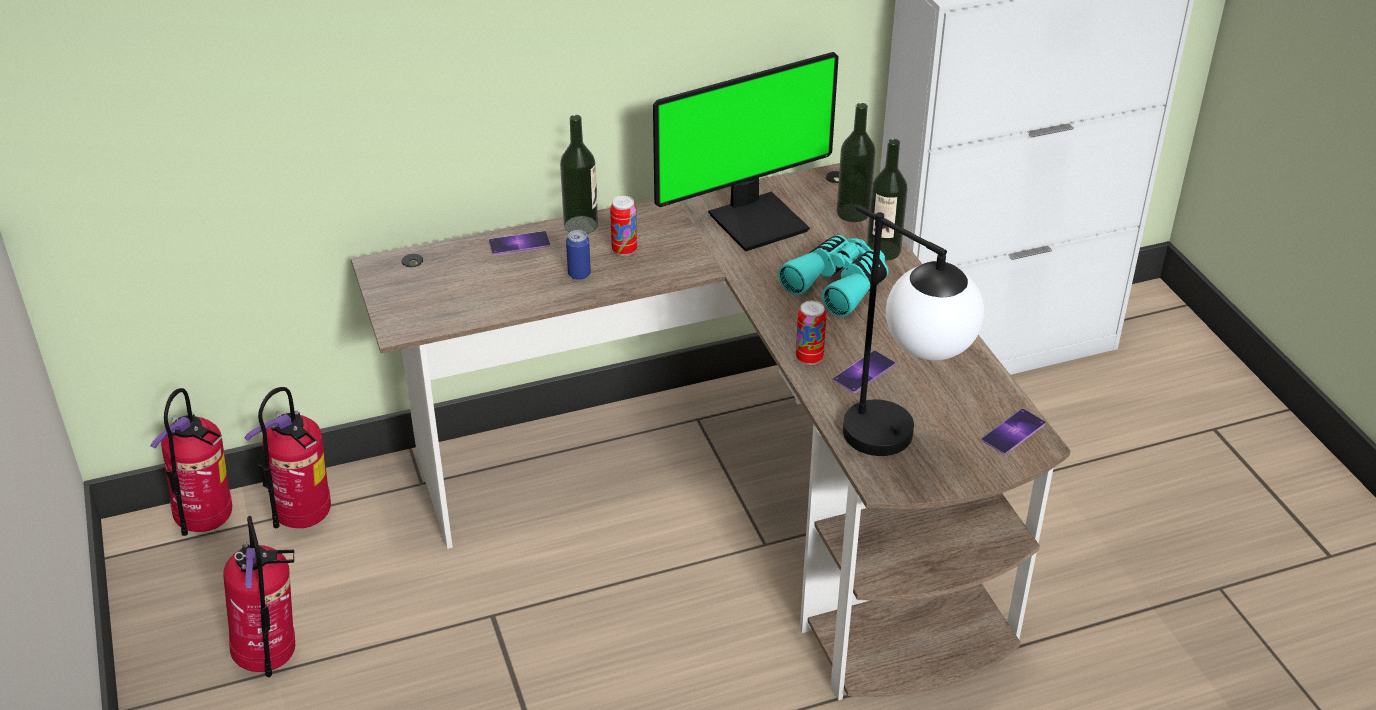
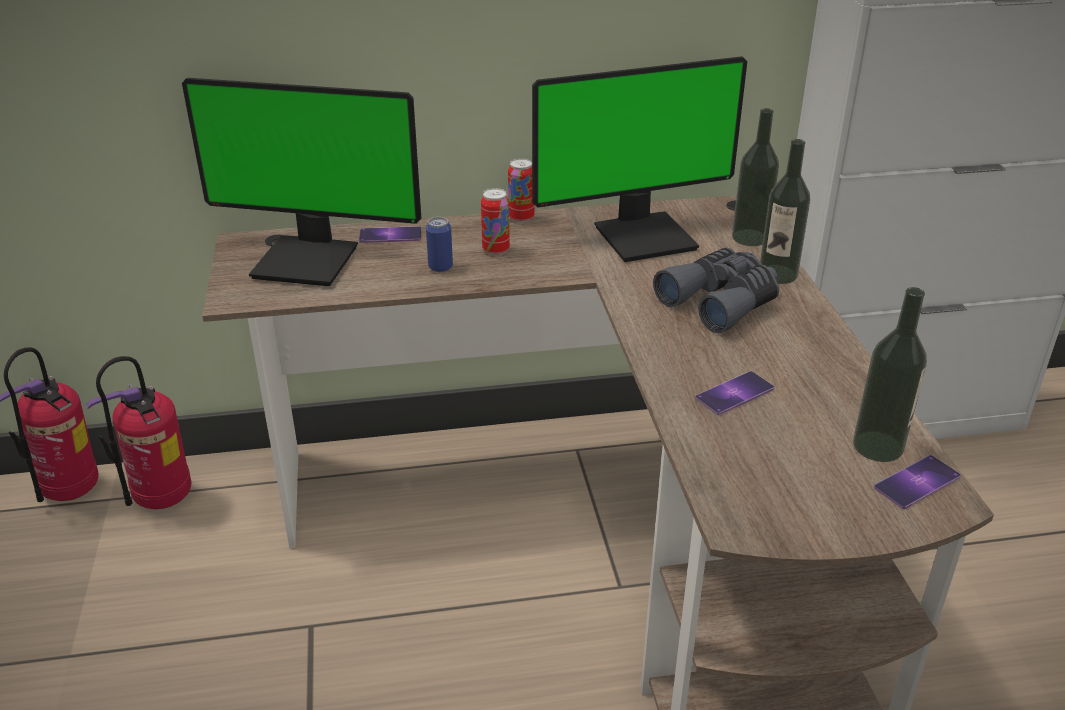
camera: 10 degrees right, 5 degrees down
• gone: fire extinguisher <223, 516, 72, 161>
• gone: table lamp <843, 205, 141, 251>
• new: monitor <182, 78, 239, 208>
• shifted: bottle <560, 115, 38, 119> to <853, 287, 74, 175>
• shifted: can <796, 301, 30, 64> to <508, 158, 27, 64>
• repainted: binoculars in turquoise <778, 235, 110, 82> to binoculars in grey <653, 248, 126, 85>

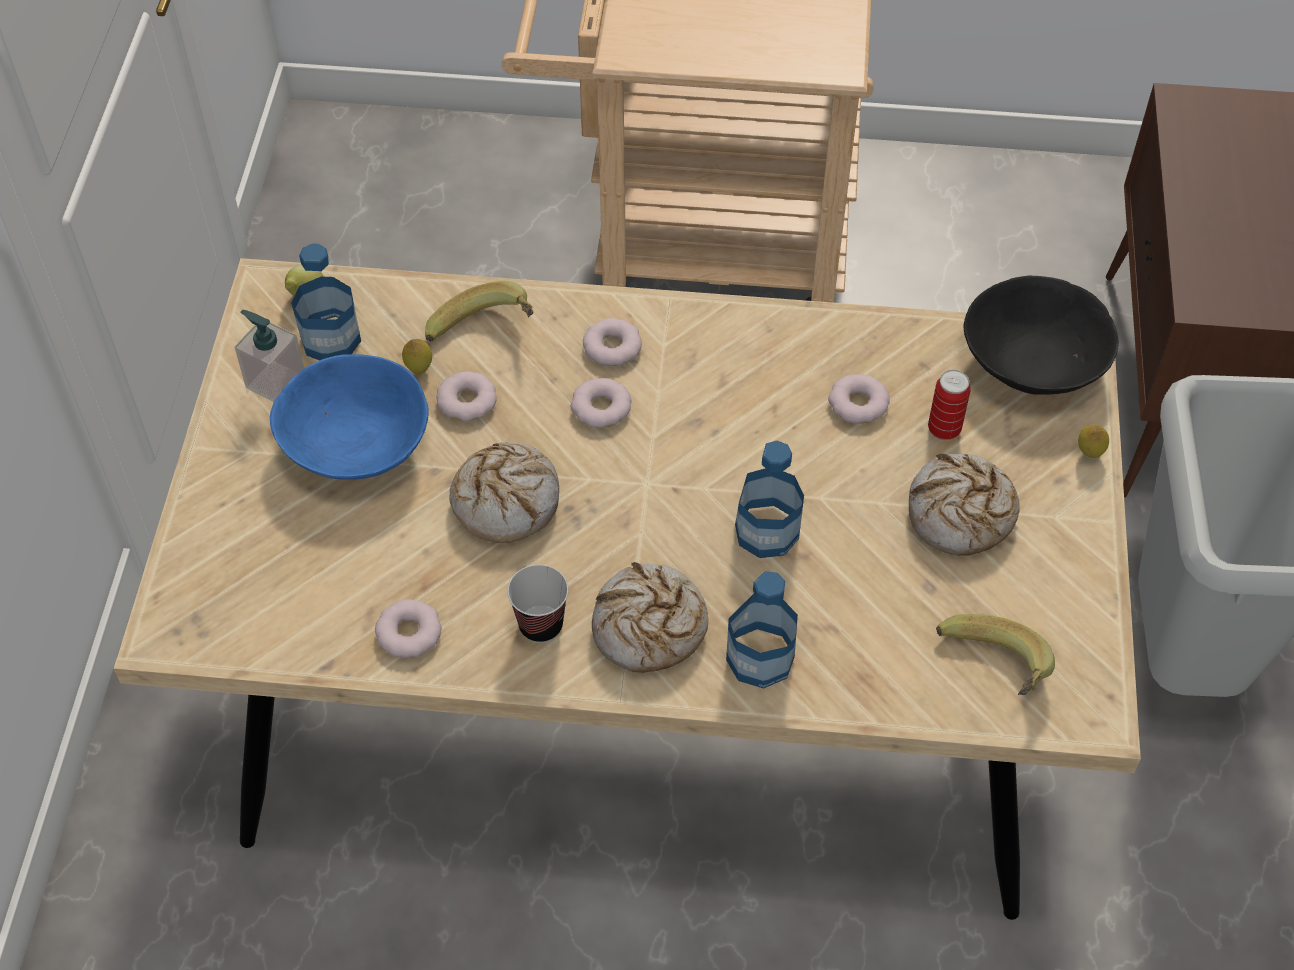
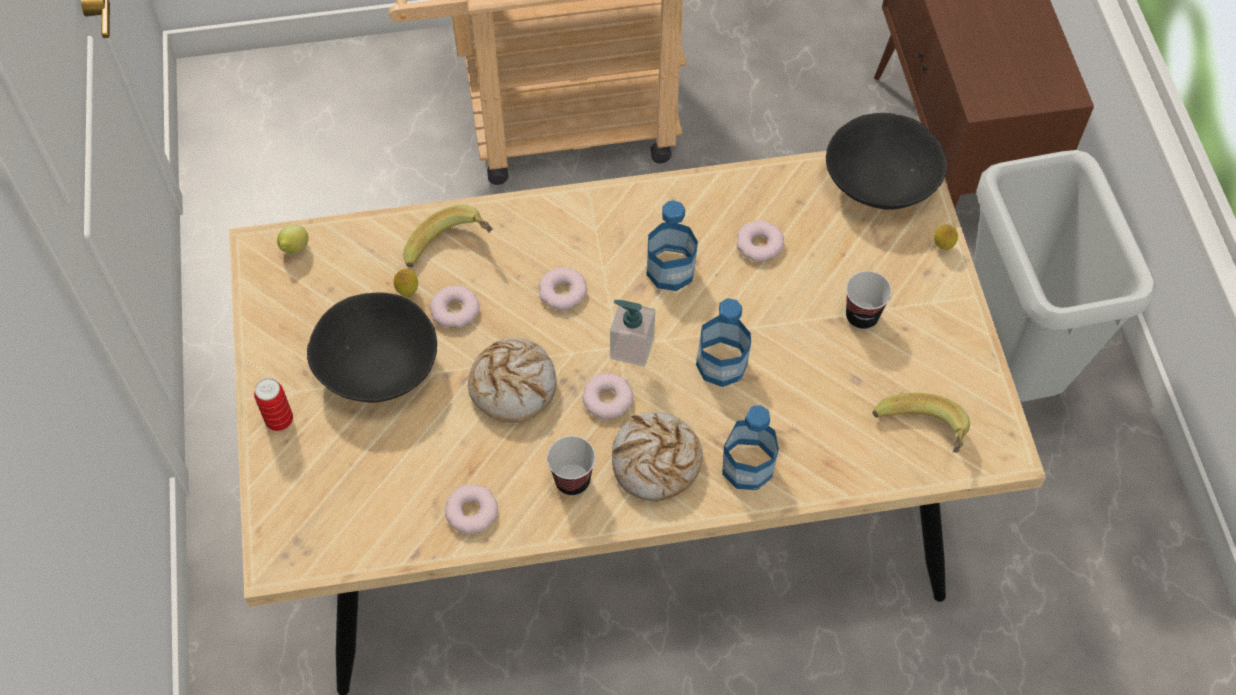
camera: 15 degrees left, 5 degrees up
• shifted: soap dispenser <235, 310, 69, 92> to <610, 300, 45, 67>
• shifted: bottle <291, 244, 70, 117> to <647, 200, 51, 91>
• shifted: donut <583, 318, 59, 48> to <582, 373, 51, 46>
• shifted: can <928, 370, 43, 70> to <254, 378, 39, 53>
• swapped: bread <909, 453, 111, 103> to cup <846, 271, 46, 59>
• repainted: bowl in blue <270, 354, 159, 126> to bowl in black <307, 292, 130, 111>

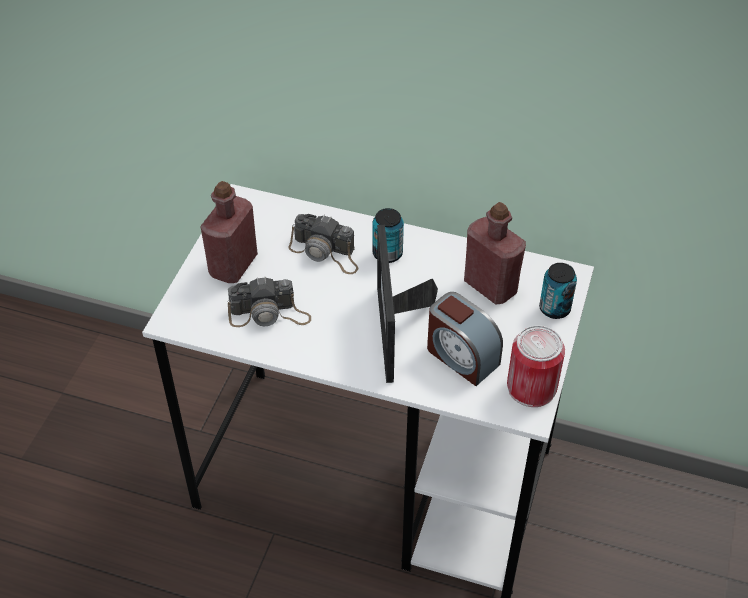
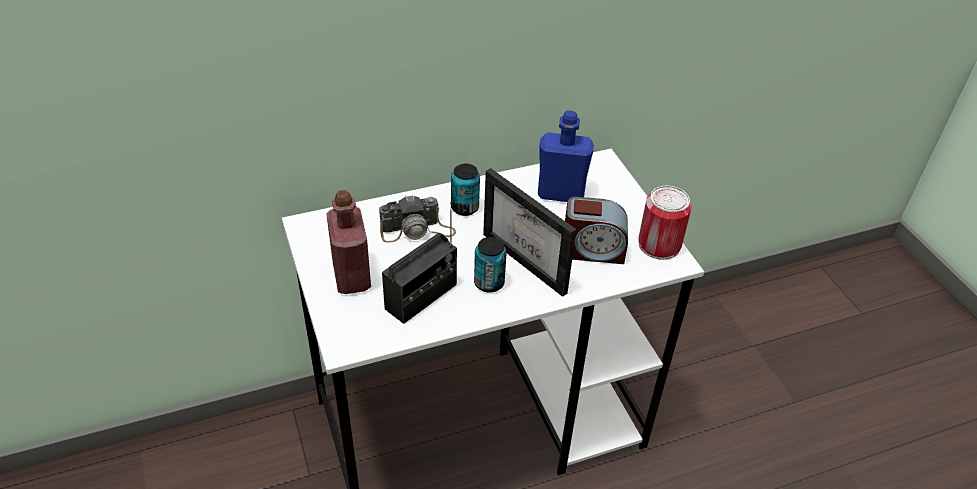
camera: 40 degrees left, 5 degrees down
• shifted: can <539, 263, 38, 56> to <474, 237, 33, 56>
• swapped: photo camera <227, 276, 84, 51> to radio <382, 202, 75, 122>
• repainted: bottle in red <464, 202, 62, 103> to bottle in blue <538, 110, 56, 92>

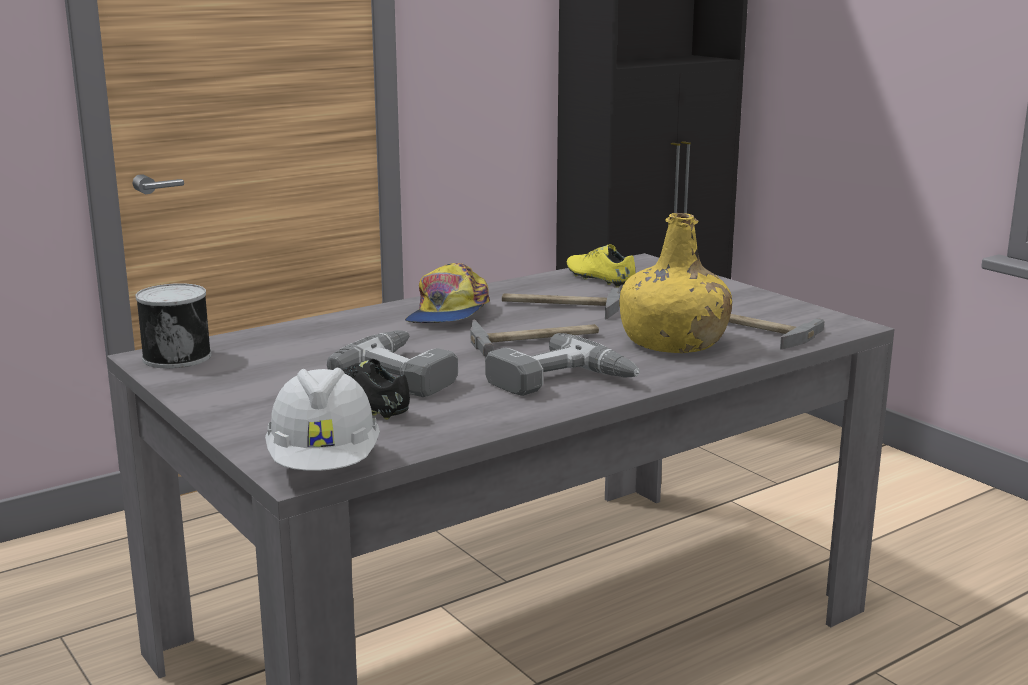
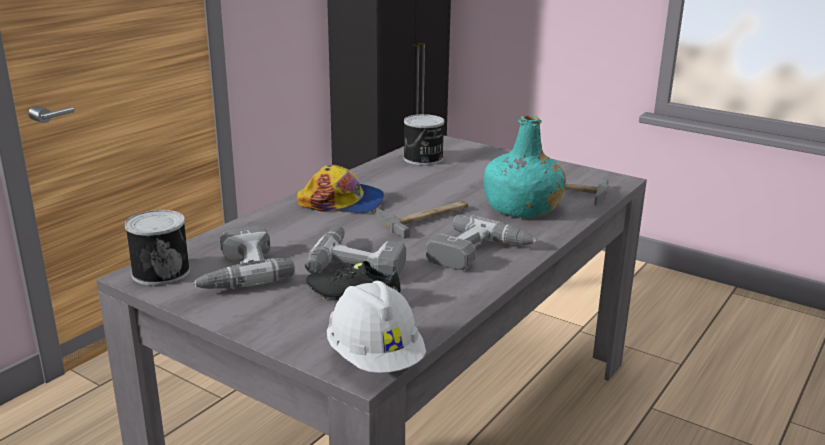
camera: 20 degrees left, 5 degrees up
• gone: hammer <502, 287, 118, 32>
• new: power drill <193, 226, 102, 63>
• swapped: shoe in yellow <567, 244, 68, 44> to can <403, 114, 41, 51>
• repainted: bottle in yellow <620, 213, 112, 140> to bottle in turquoise <484, 116, 82, 102>
• rotated: cap <405, 263, 85, 60> = <297, 165, 87, 49> 75 degrees counterclockwise

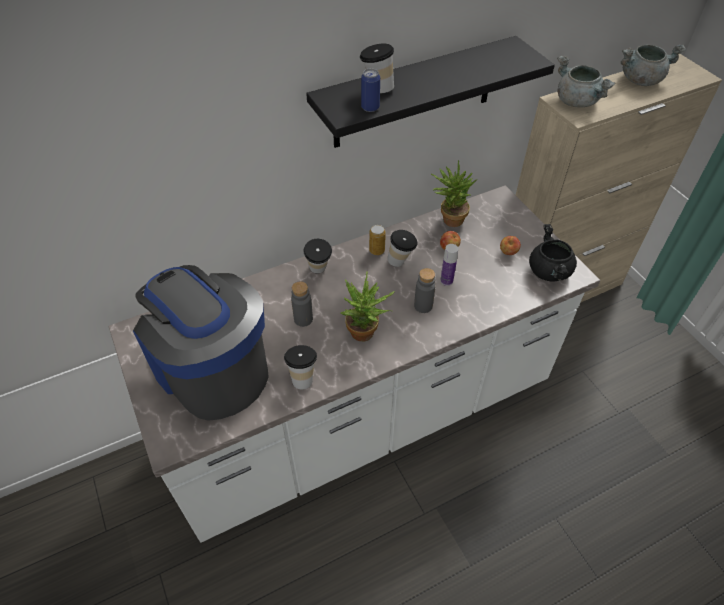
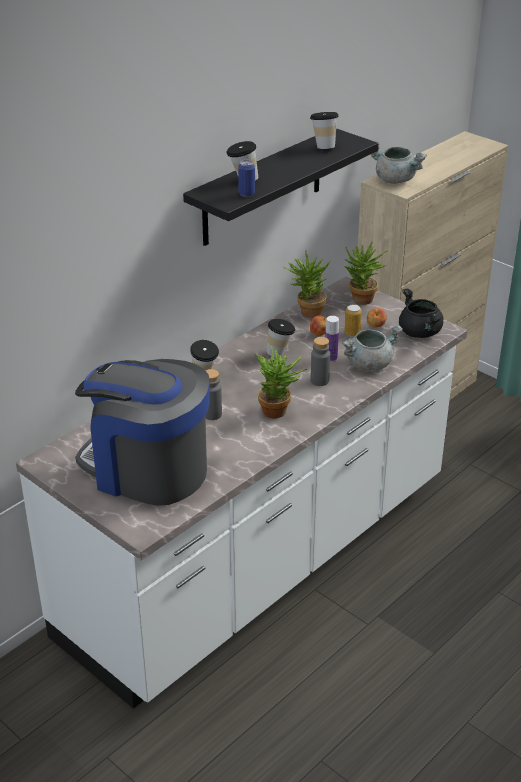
camera: 20 degrees left, 15 degrees down
• new: potted plant <344, 241, 43, 64>
• shifted: cup <284, 345, 33, 44> to <310, 112, 29, 37>
• shifted: can <369, 225, 17, 30> to <345, 304, 17, 33>
• shifted: cooking pot in grey <621, 45, 65, 41> to <342, 325, 60, 47>

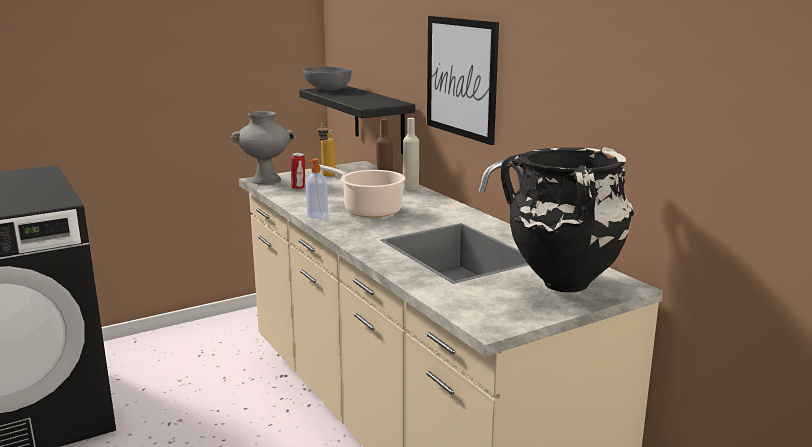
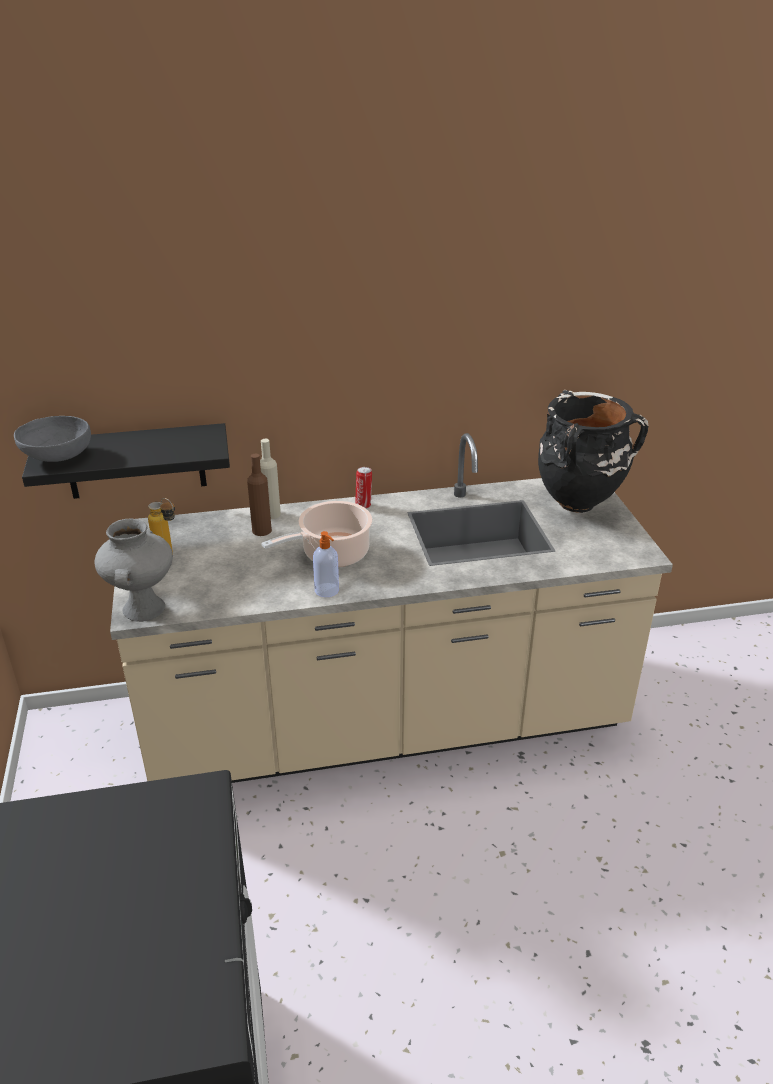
camera: 70 degrees left, 15 degrees up
• gone: picture <427, 16, 72, 129>
• shifted: can <291, 153, 14, 37> to <355, 467, 17, 42>

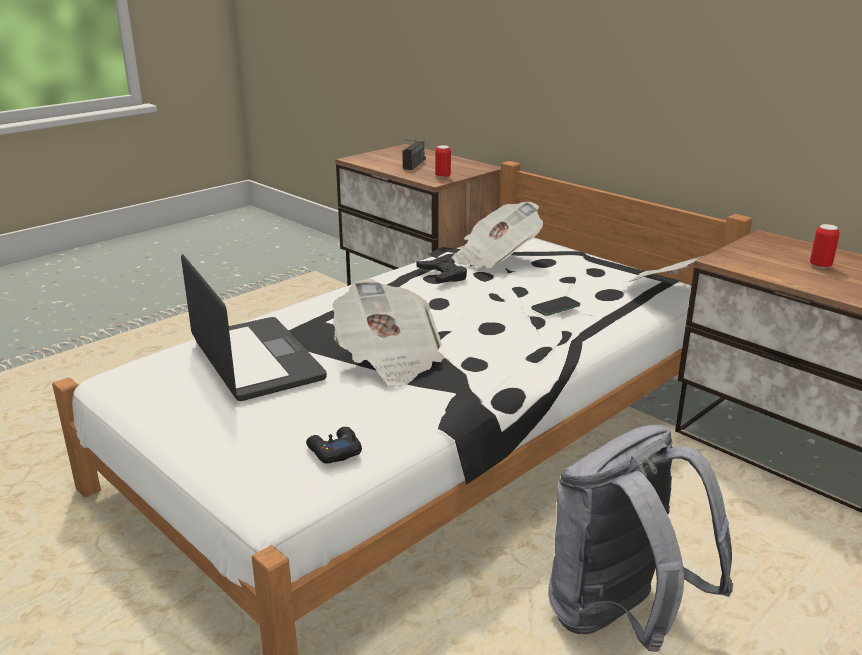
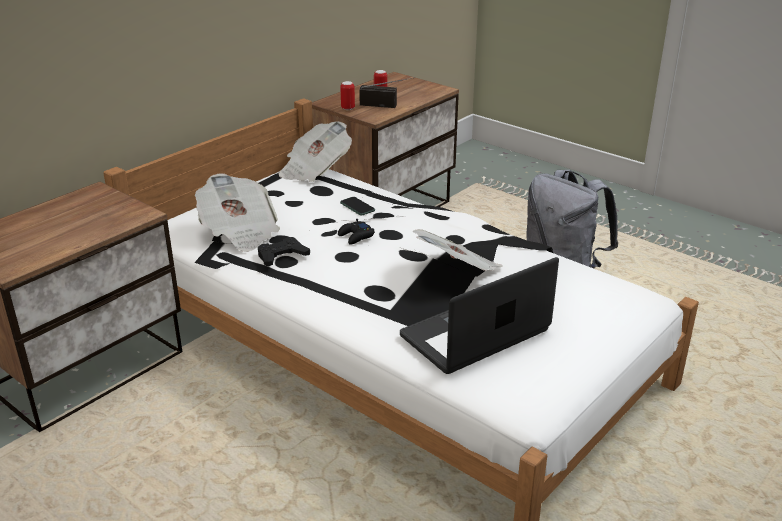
camera: 95 degrees left, 5 degrees up
• shifted: game controller in black <306, 427, 56, 37> to <338, 219, 37, 26>
• shifted: radio <395, 137, 31, 33> to <359, 77, 56, 31>
• shifted: can <435, 145, 16, 33> to <340, 81, 15, 29>

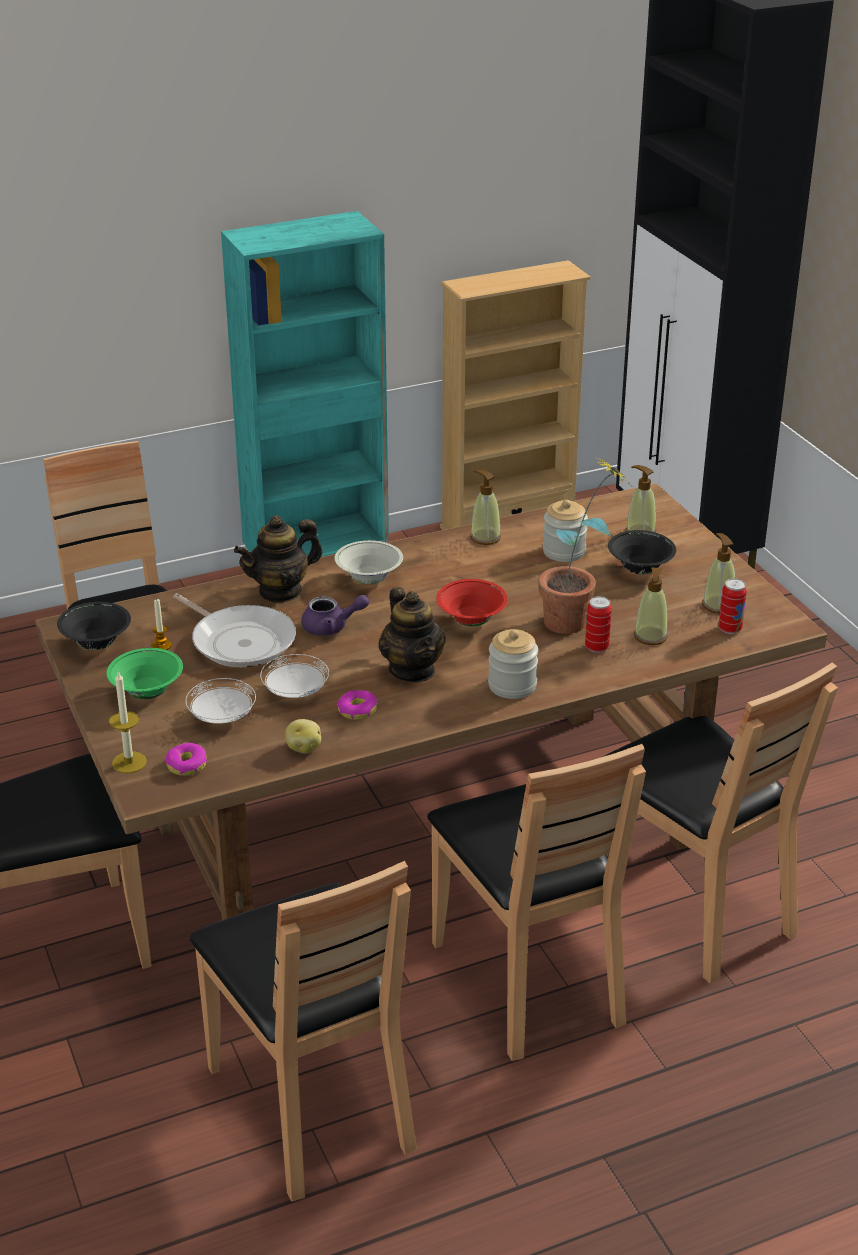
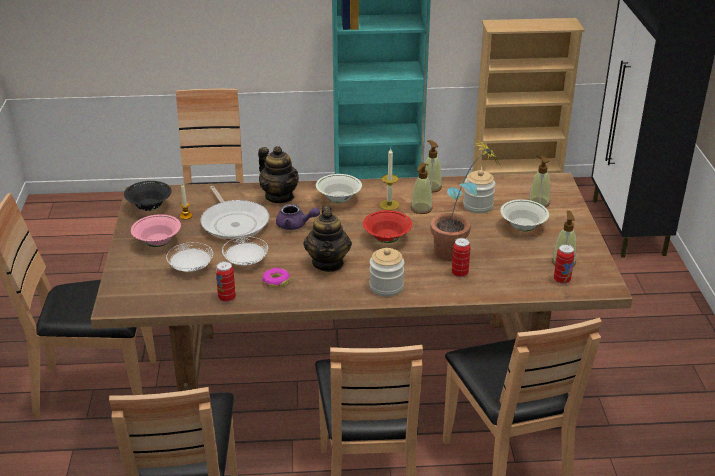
camera: 20 degrees right, 0 degrees up
• gone: donut <166, 743, 41, 33>
• shifted: candle <109, 672, 38, 101> to <379, 149, 20, 61>
• shifted: soap dispenser <634, 567, 34, 78> to <411, 163, 22, 51>
• swapped: potato <285, 719, 36, 34> to can <216, 261, 20, 41>
• repainted: bowl in green <106, 648, 77, 51> to bowl in pink <131, 214, 50, 33>
• repainted: bowl in black <608, 530, 68, 44> to bowl in white <500, 199, 49, 32>
• rotated: teapot <234, 515, 88, 88> = <258, 146, 41, 57> 120 degrees counterclockwise

